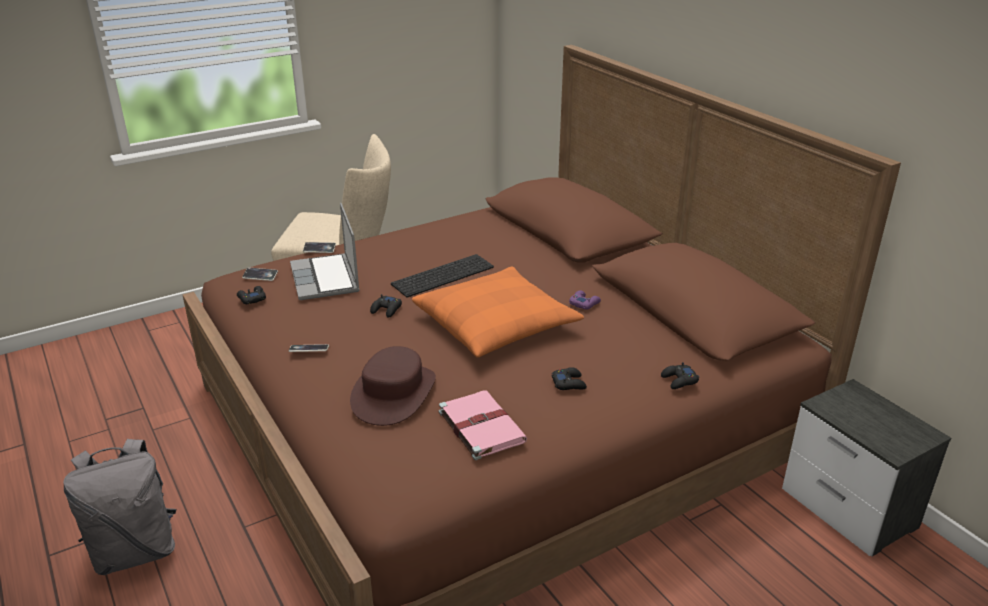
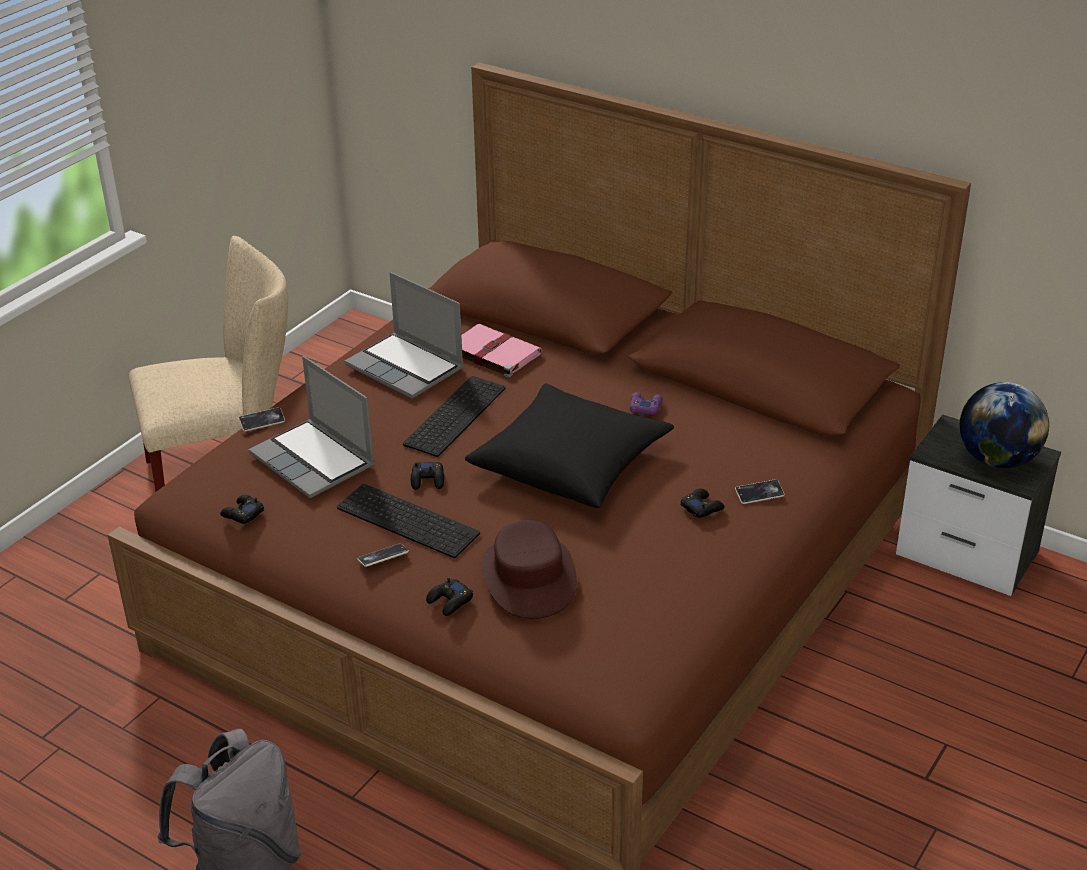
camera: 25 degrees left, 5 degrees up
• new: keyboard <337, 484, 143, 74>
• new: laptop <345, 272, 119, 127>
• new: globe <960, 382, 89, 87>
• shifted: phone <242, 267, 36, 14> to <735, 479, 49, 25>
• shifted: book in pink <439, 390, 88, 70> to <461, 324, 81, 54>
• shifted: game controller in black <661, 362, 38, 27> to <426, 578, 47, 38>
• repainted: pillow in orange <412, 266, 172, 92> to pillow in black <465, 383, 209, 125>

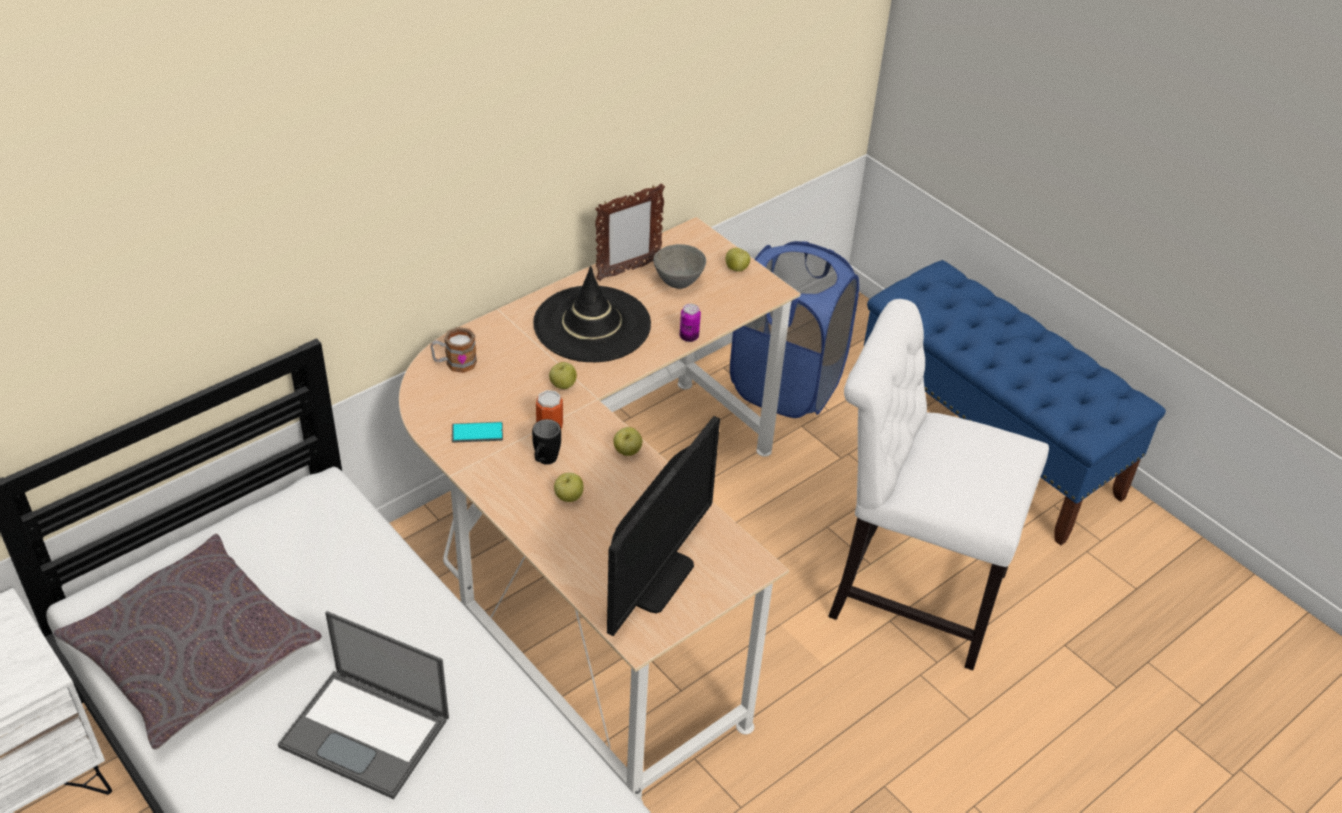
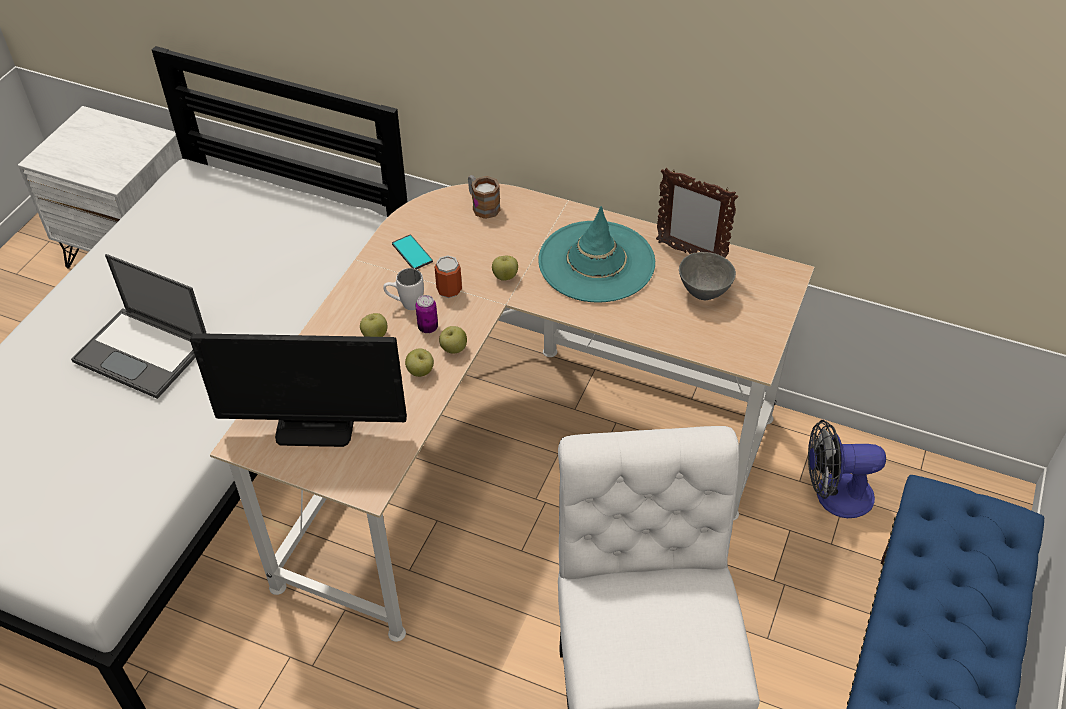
camera: 65 degrees right, 5 degrees up
• gone: pillow in grey <54, 534, 268, 216>
• shifted: can <680, 304, 21, 38> to <415, 295, 23, 38>
• shifted: apple <726, 248, 24, 23> to <405, 348, 29, 29>
• swapped: laundry basket in blue <730, 241, 129, 177> to fan <808, 420, 78, 98>
• repainted: mug in black <532, 419, 29, 46> to mug in white <383, 268, 41, 42>
• repainted: hat in black <534, 266, 117, 96> to hat in turquoise <538, 206, 117, 97>
• rotated: laptop <278, 611, 171, 188> = <71, 254, 136, 145> 60 degrees counterclockwise

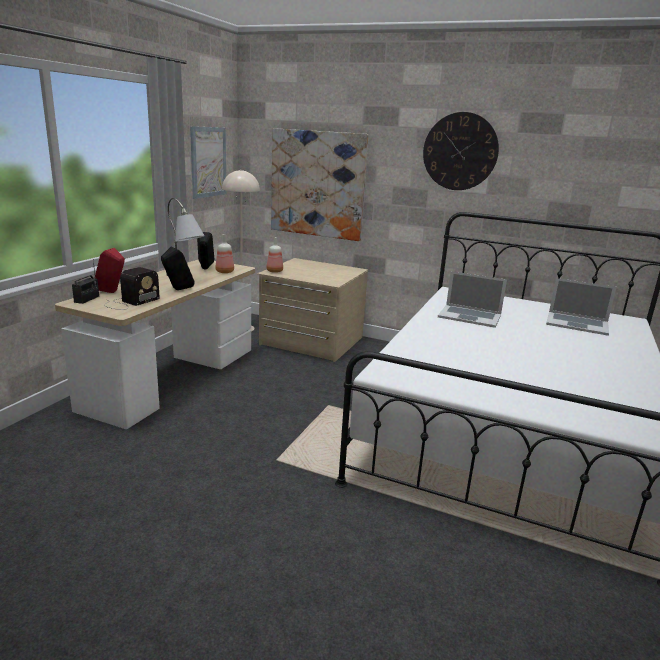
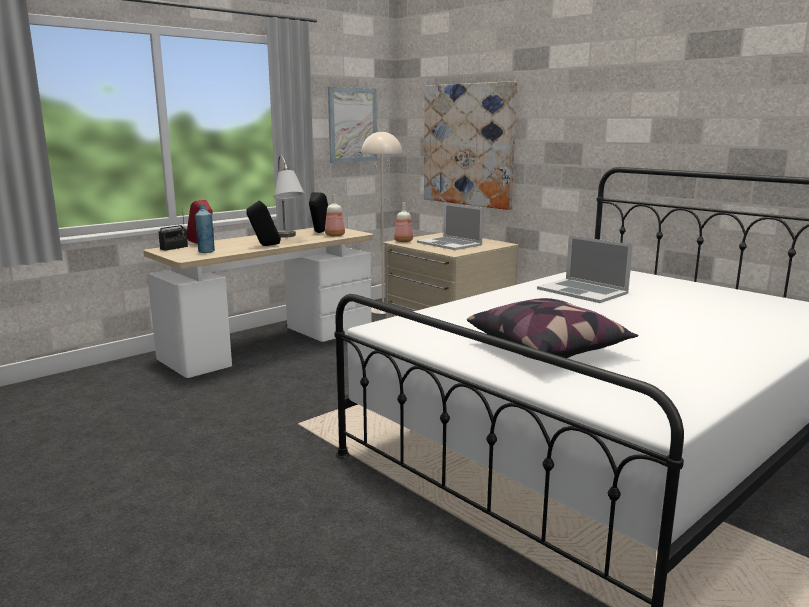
camera: 25 degrees right, 5 degrees down
• gone: wall clock <423, 112, 76, 78>
• new: pillow <467, 298, 171, 62>
• shifted: laptop <546, 278, 71, 58> to <417, 203, 66, 47>
• swapped: radio <104, 267, 56, 43> to bottle in blue <195, 204, 20, 49>

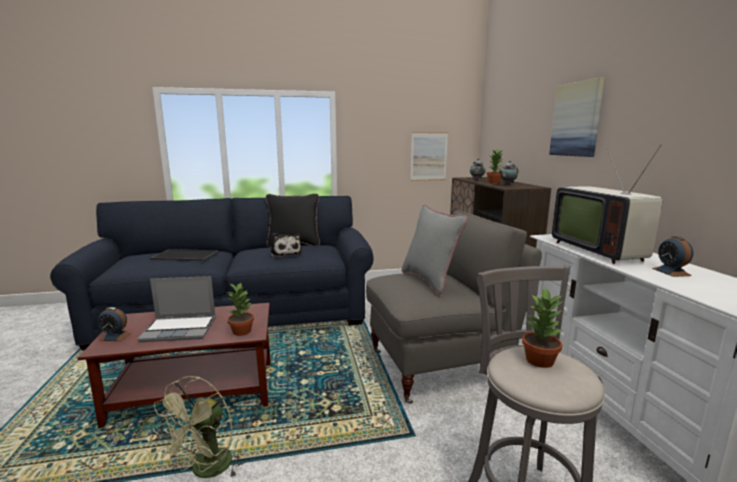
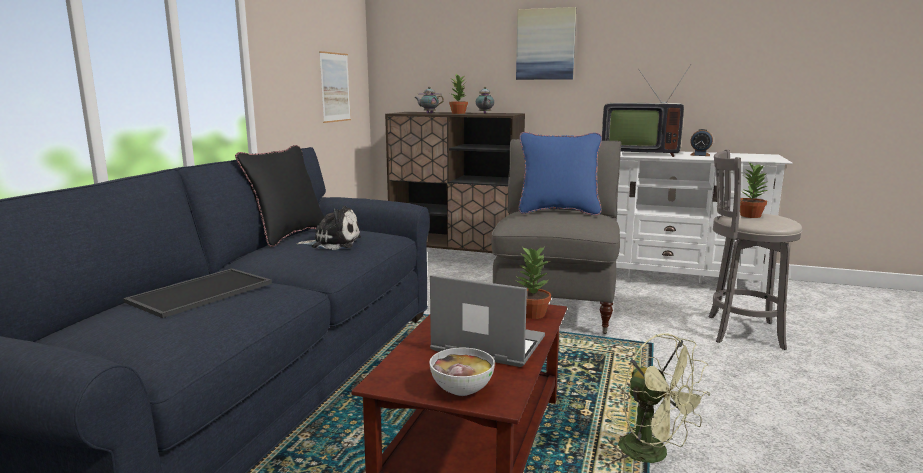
camera: 60 degrees left, 0 degrees up
• swapped: alarm clock <98, 307, 33, 34> to bowl <430, 348, 65, 48>
• repainted: pillow in grey <401, 205, 66, 89> to pillow in blue <518, 132, 84, 83>
• rotated: laptop <137, 276, 79, 66> = <430, 275, 115, 92> 90 degrees counterclockwise

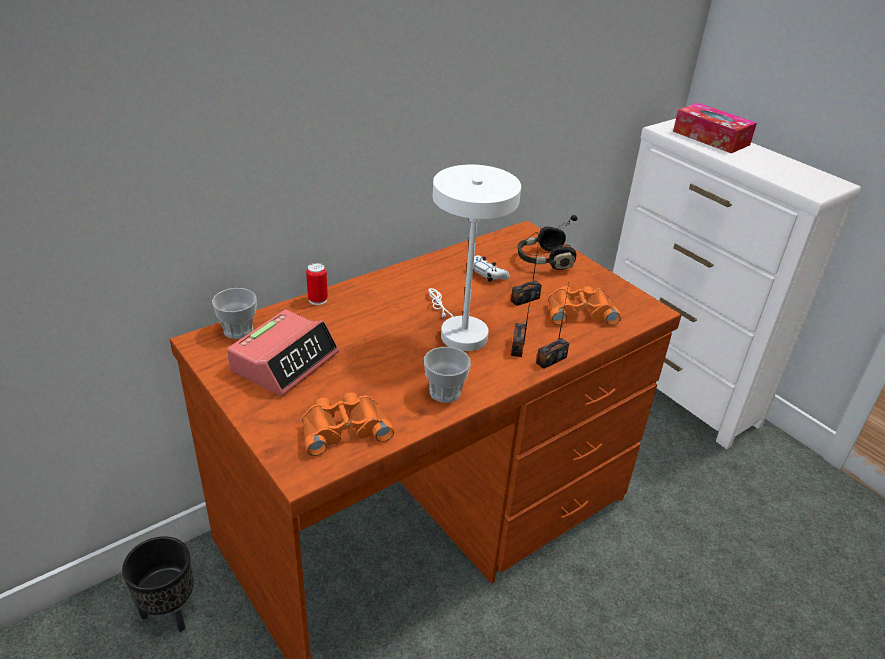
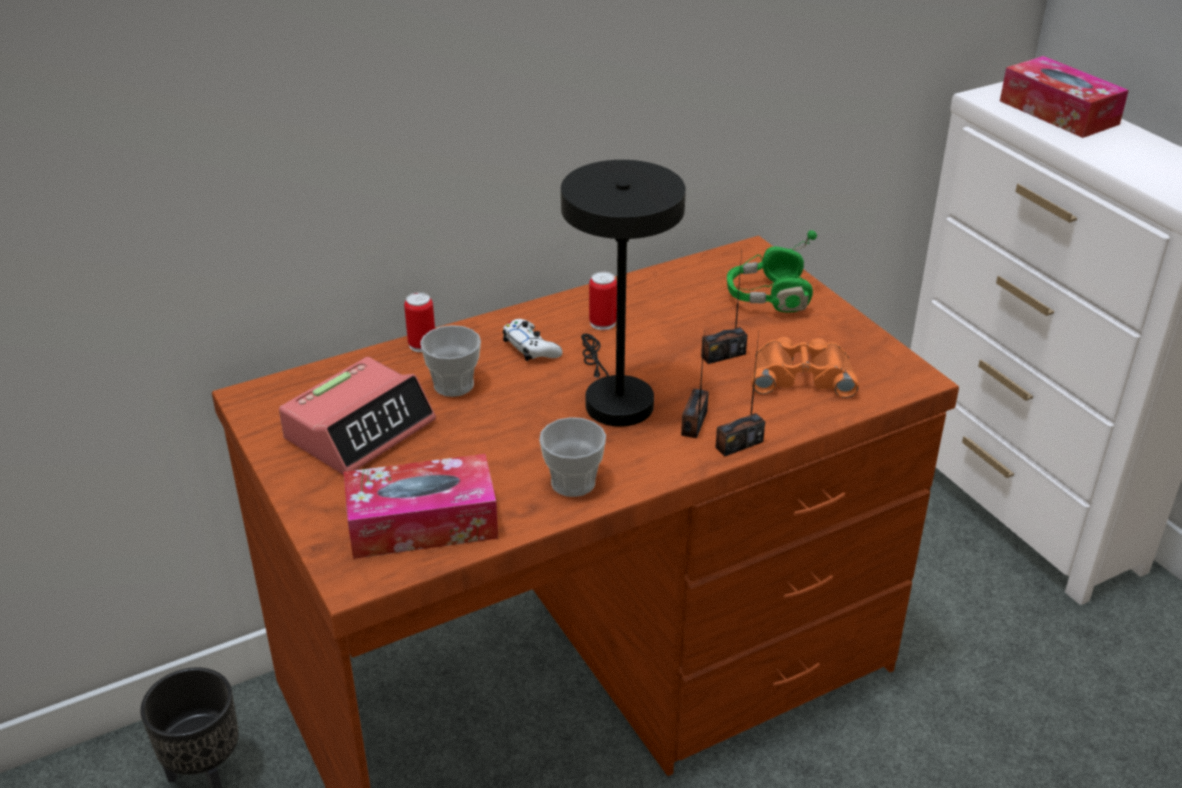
camera: 10 degrees right, 0 degrees up
• new: can <589, 271, 28, 59>
• shifted: cup <212, 288, 45, 51> to <420, 325, 61, 72>
• shifted: game controller in white <473, 255, 37, 27> to <503, 319, 60, 42>
• swapped: binoculars in orange <302, 392, 92, 64> to tissue box <344, 454, 154, 105>
• repainted: table lamp in white <428, 165, 93, 186> to table lamp in black <561, 160, 125, 267>
• repainted: headphones in black <518, 215, 60, 55> to headphones in green <727, 230, 90, 82>

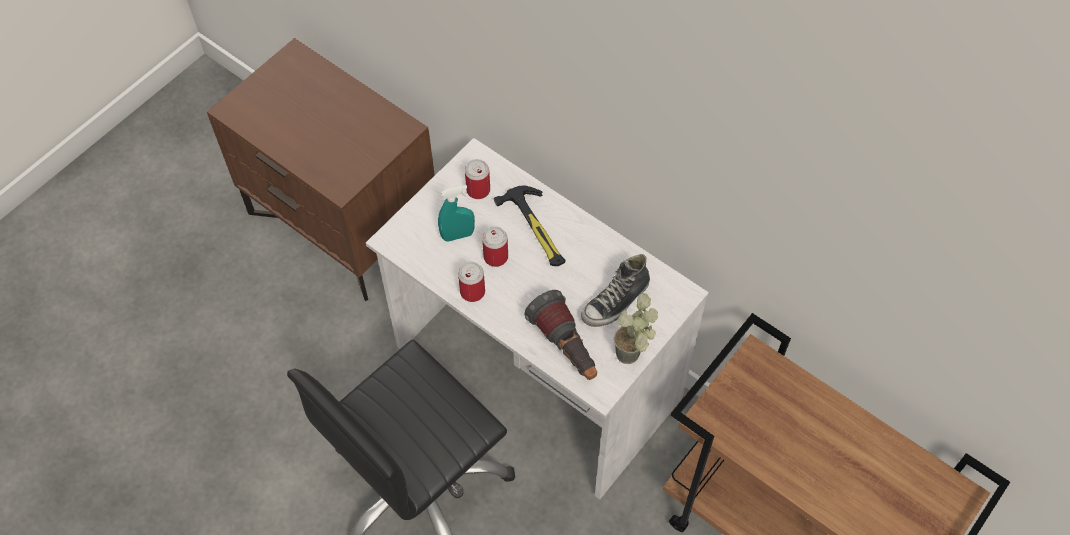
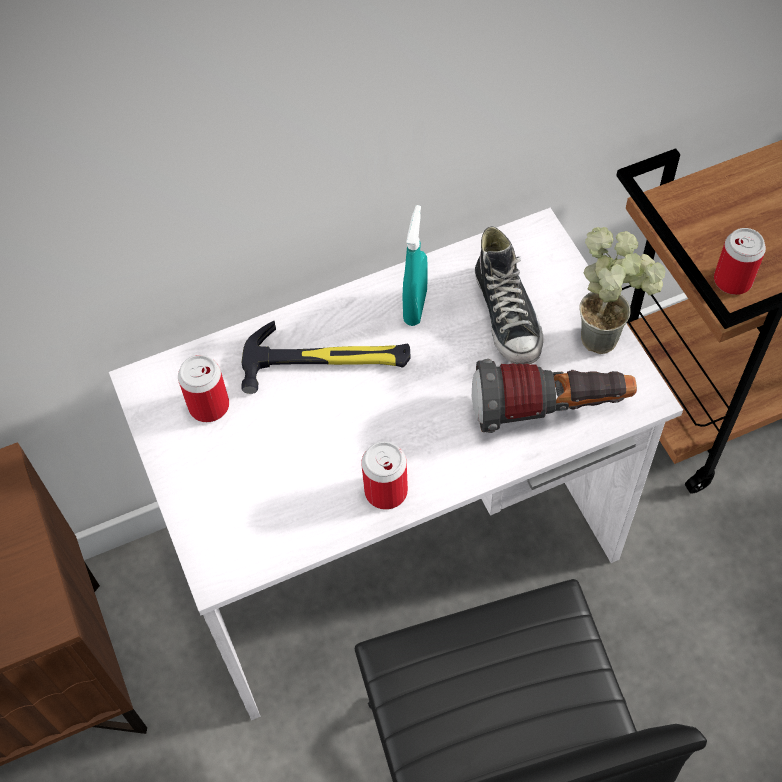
camera: 60 degrees left, 0 degrees up
• shifted: spray bottle in turquoise <438, 185, 37, 57> to <403, 205, 25, 121>
• shifted: can <482, 226, 26, 41> to <714, 228, 52, 67>

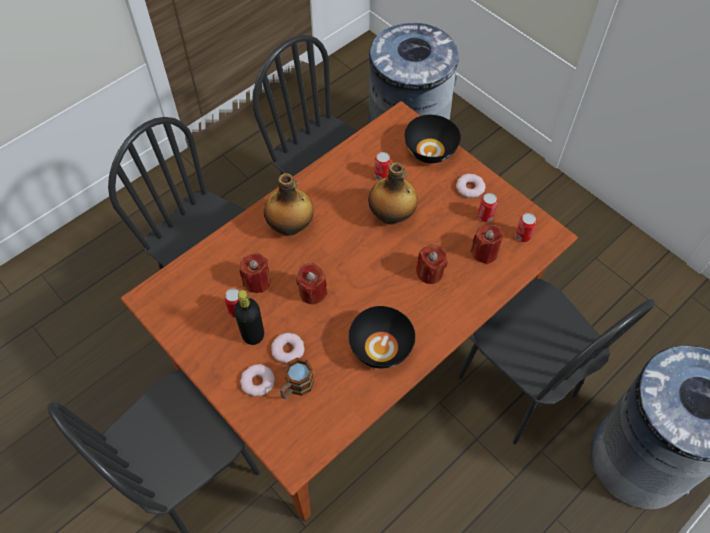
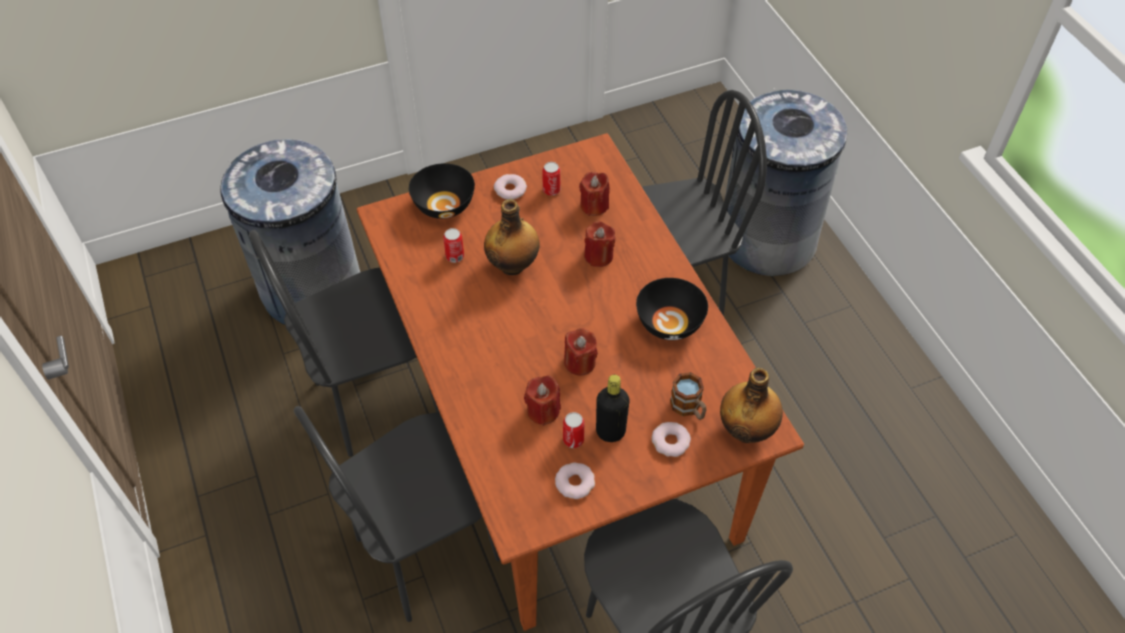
camera: 70 degrees left, 5 degrees down
• gone: can <515, 213, 22, 29>
• shifted: bottle <264, 173, 50, 63> to <720, 368, 63, 75>
• shifted: donut <271, 333, 34, 31> to <555, 462, 40, 37>

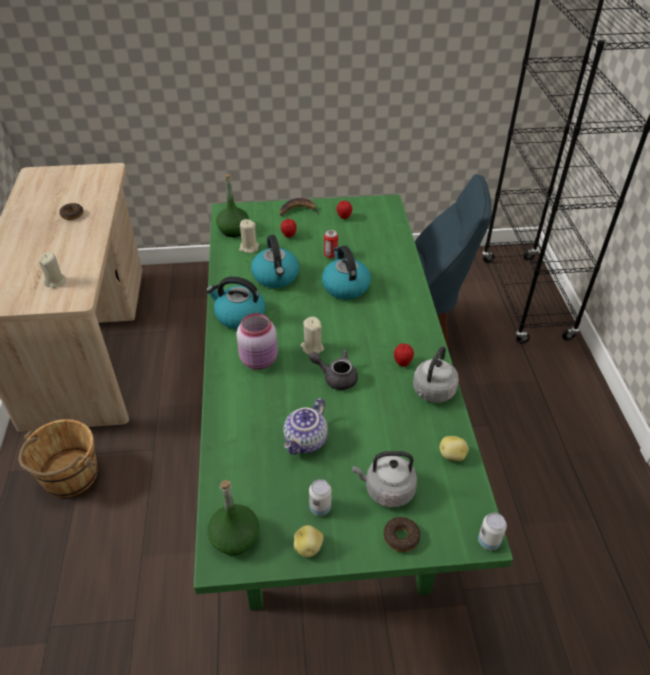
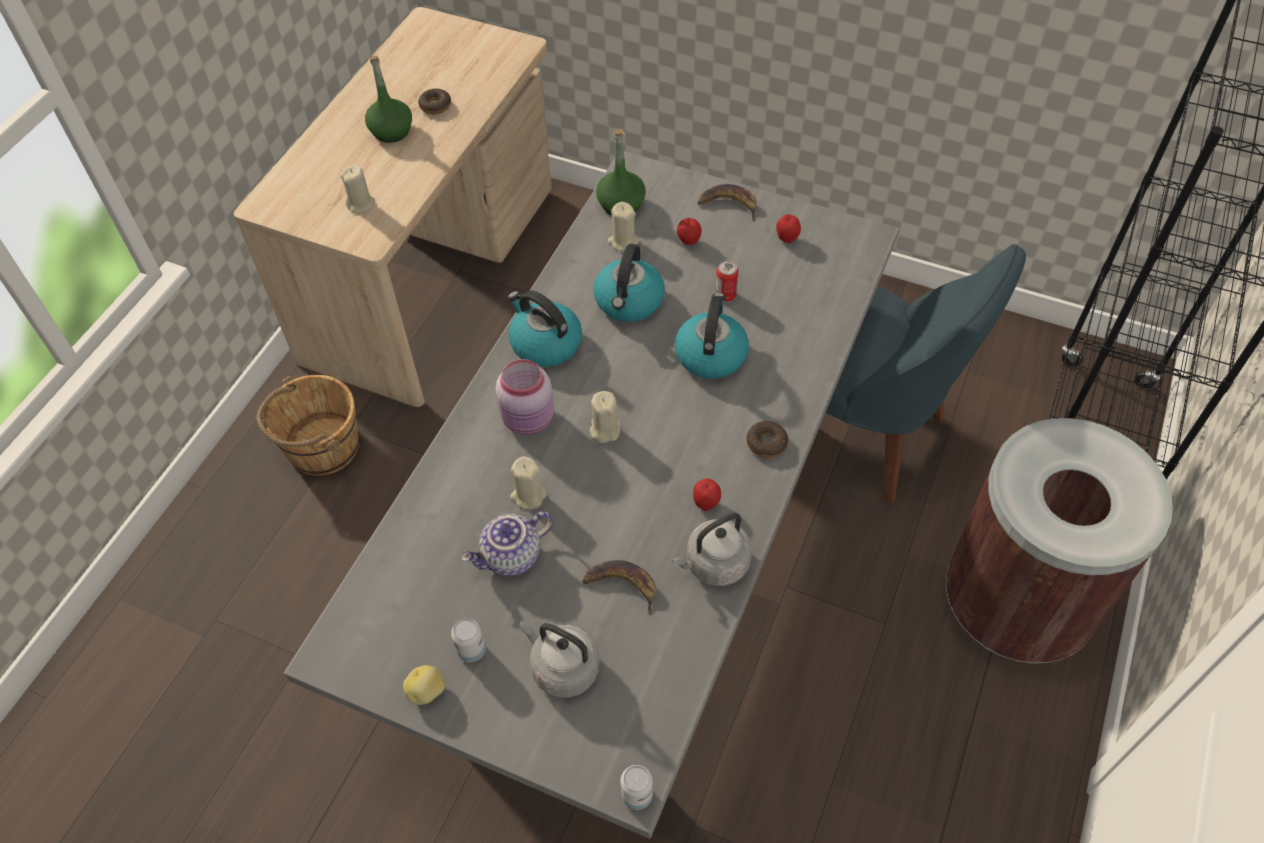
camera: 30 degrees right, 10 degrees up
• gone: teapot in grey <309, 349, 49, 41>
• gone: potato <439, 436, 30, 25>
• new: candle in beige <510, 456, 37, 54>
• new: banana <582, 560, 74, 56>
• new: trash can in brown <946, 418, 227, 245>
• shifted: bottle in green <207, 480, 52, 76> to <365, 56, 47, 87>
• shifted: donut <384, 517, 36, 35> to <746, 421, 42, 37>
• repainted: dining table in green <194, 194, 319, 416> to dining table in grey <284, 151, 615, 688>

